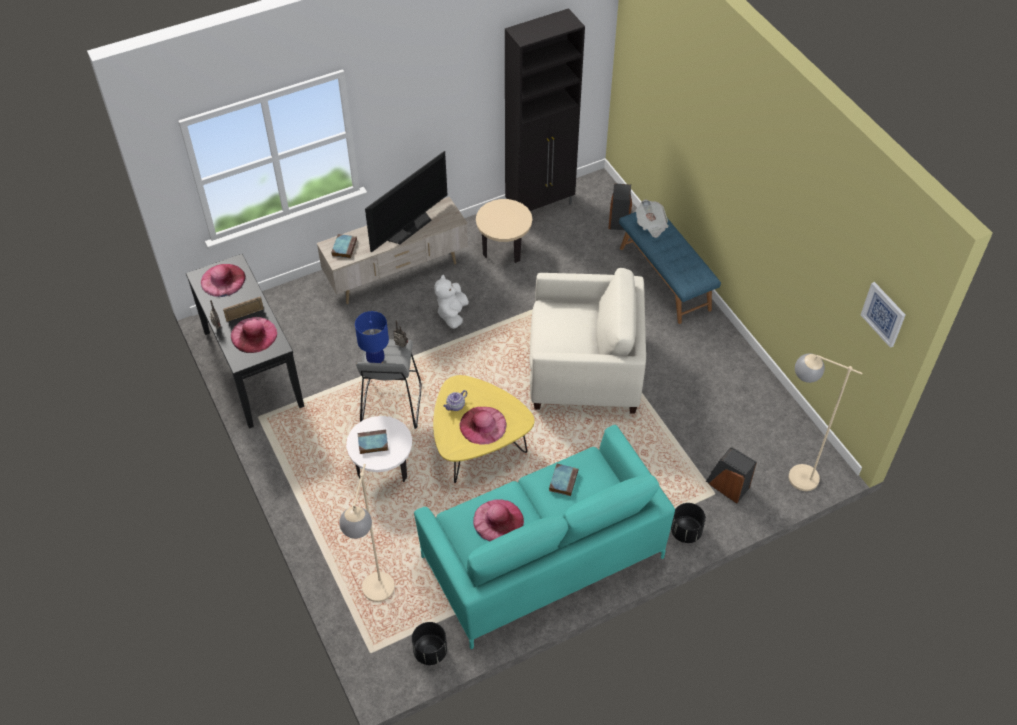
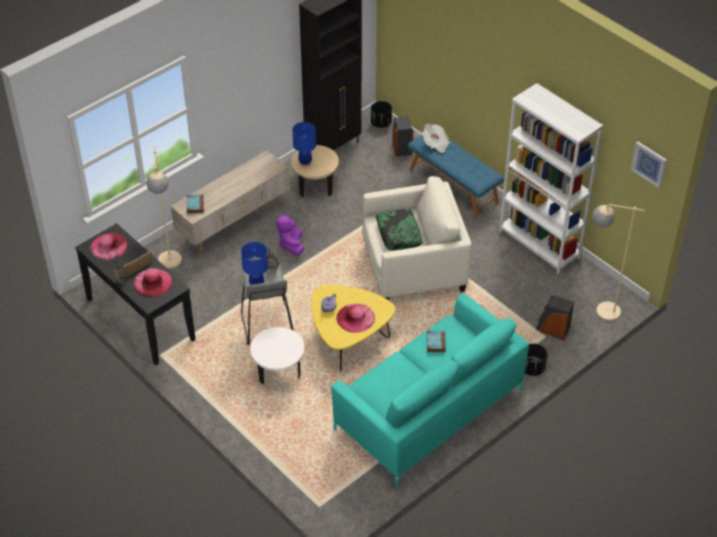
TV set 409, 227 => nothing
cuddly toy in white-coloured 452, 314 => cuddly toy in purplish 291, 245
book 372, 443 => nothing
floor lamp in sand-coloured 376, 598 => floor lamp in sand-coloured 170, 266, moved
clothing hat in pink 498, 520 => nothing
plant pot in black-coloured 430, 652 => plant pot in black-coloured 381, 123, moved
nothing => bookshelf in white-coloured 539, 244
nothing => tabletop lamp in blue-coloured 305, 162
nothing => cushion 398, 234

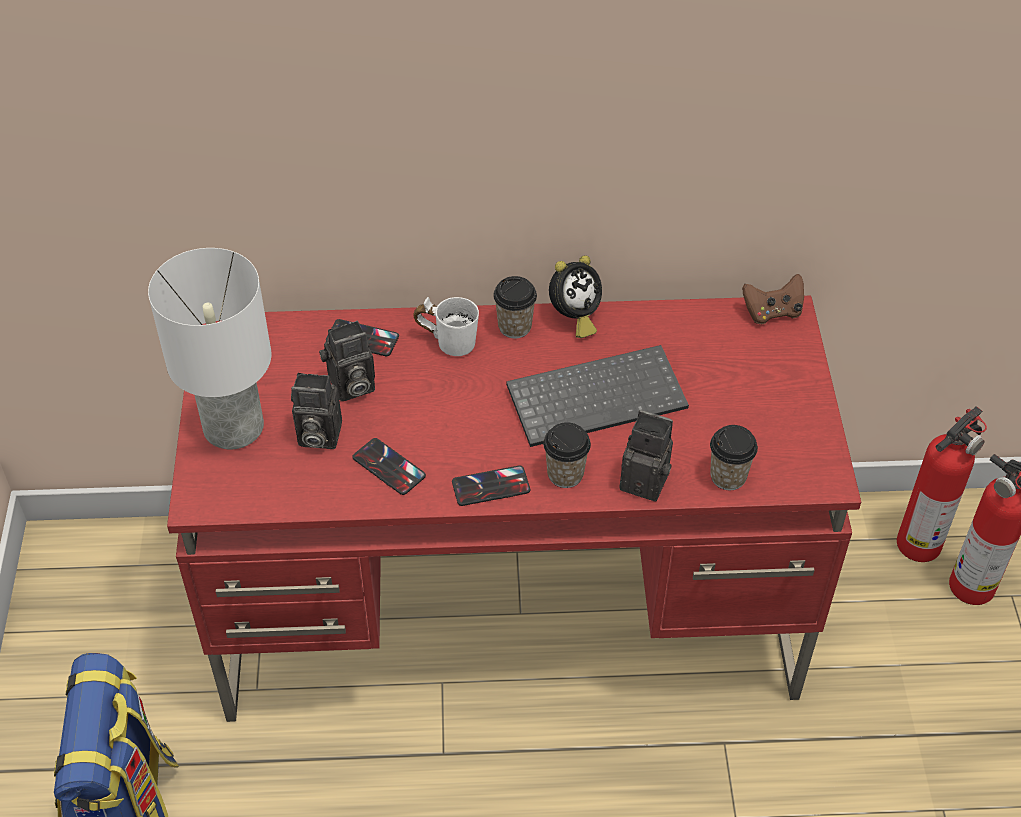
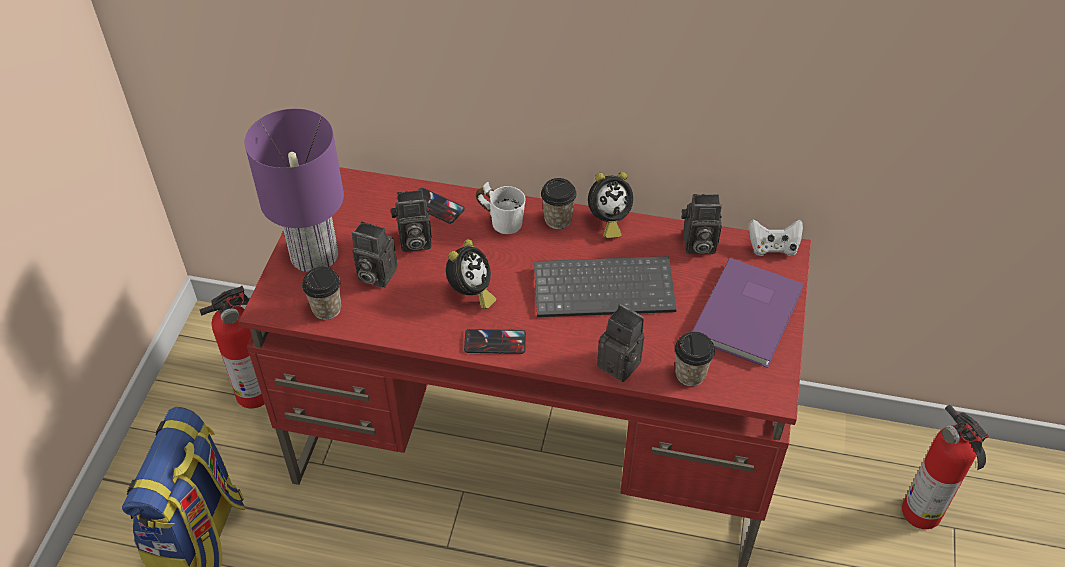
tabletop lamp in white-coloured 234, 428 => tabletop lamp in purplish 314, 256
game controller in brown-coloured 772, 312 => game controller in white-coloured 773, 247
fire-fighting cylinder 921, 542 => fire-fighting cylinder 256, 392, moved
small cup 565, 474 => small cup 326, 309, moved
telephone 388, 467 => nothing
nothing => photo camera 697, 245
nothing => alarm clock 471, 293
nothing => book in purplish 750, 314

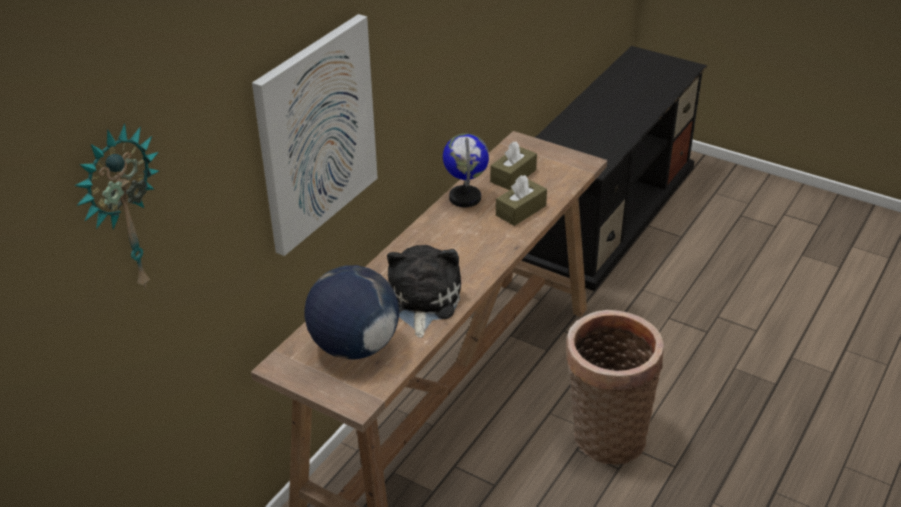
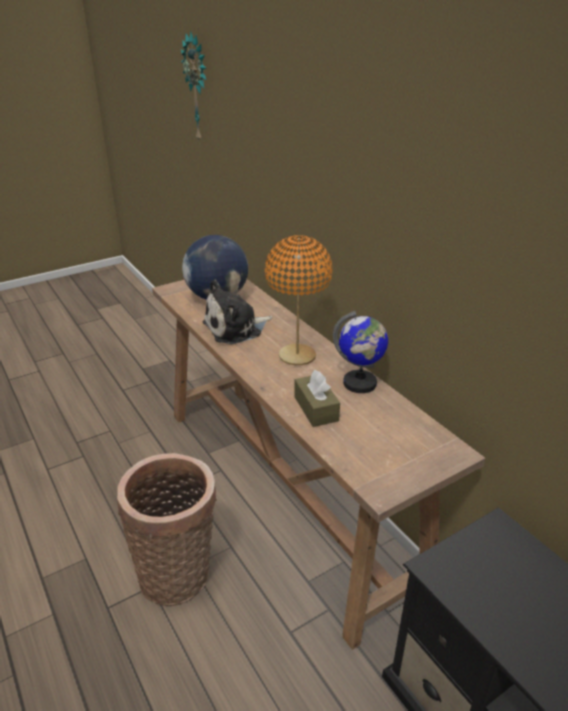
wall picture 316, 133 => nothing
tissue box in brown-coloured 513, 176 => nothing
cuddly toy 422, 302 => cuddly toy 236, 328, 120 degrees clockwise
nothing => tabletop lamp in orange 296, 356

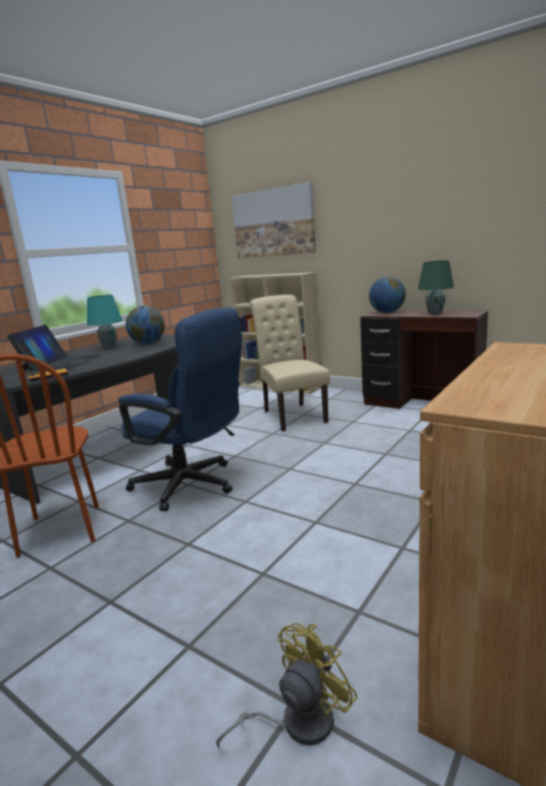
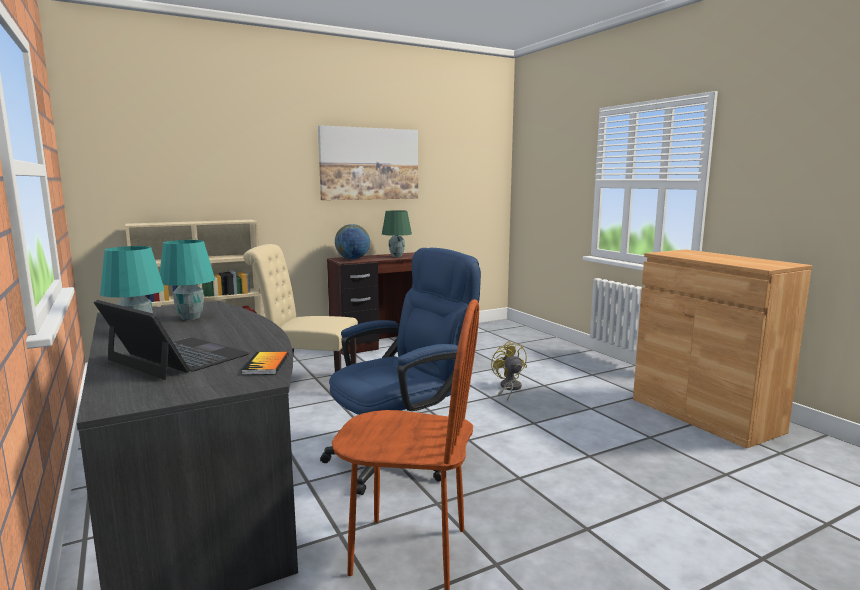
wall picture 273, 223 => wall picture 369, 164, moved
globe 148, 344 => tabletop lamp in turquoise-coloured 191, 318
cooling fan in yellow 296, 722 => cooling fan in yellow 508, 388, moved

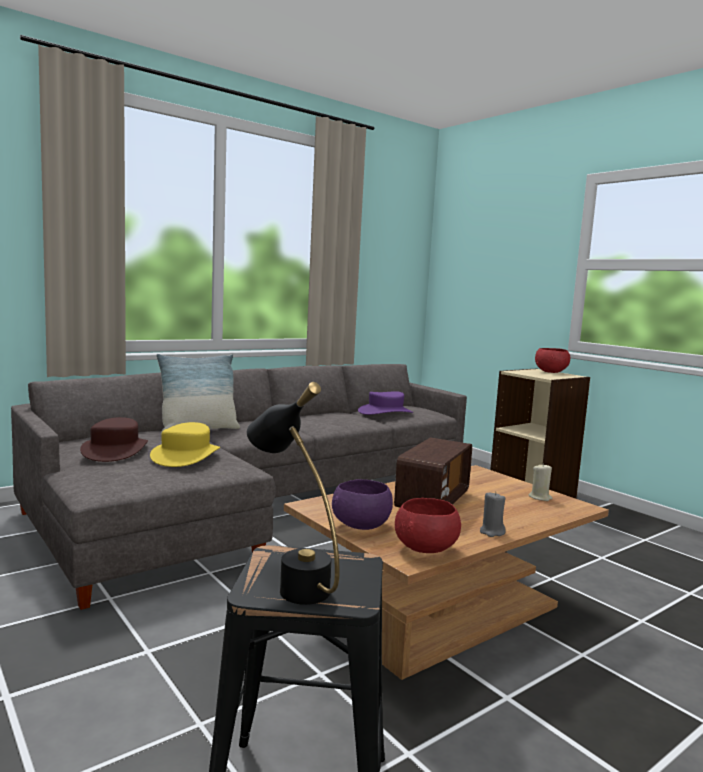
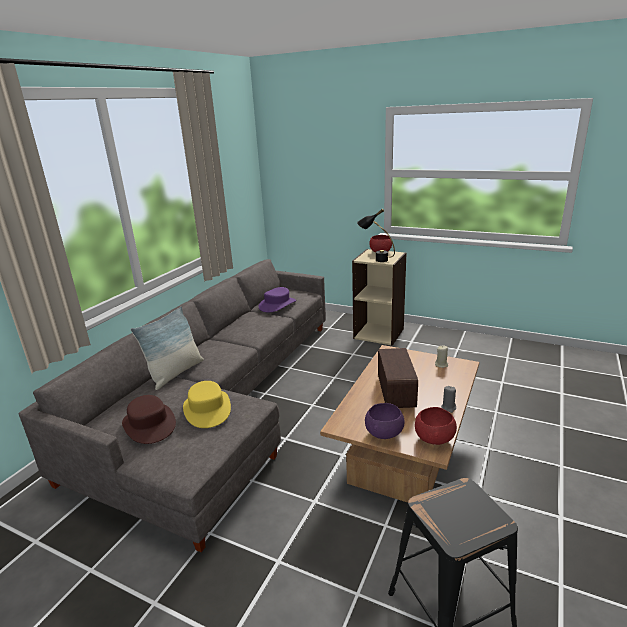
tabletop lamp in black-coloured 292, 581 => tabletop lamp in black-coloured 376, 259, moved

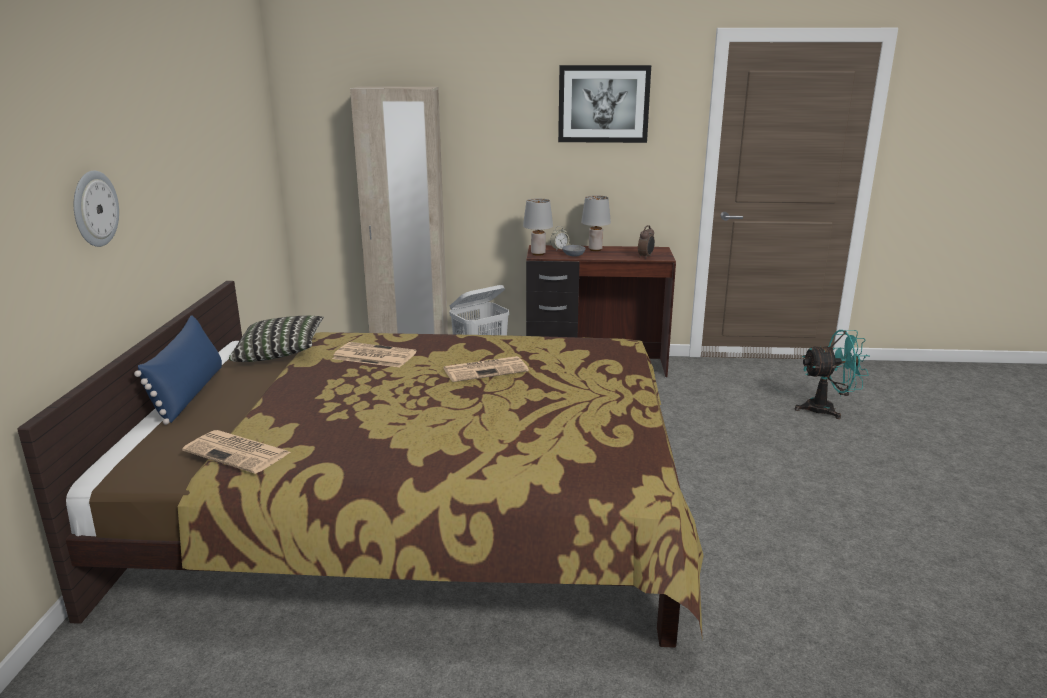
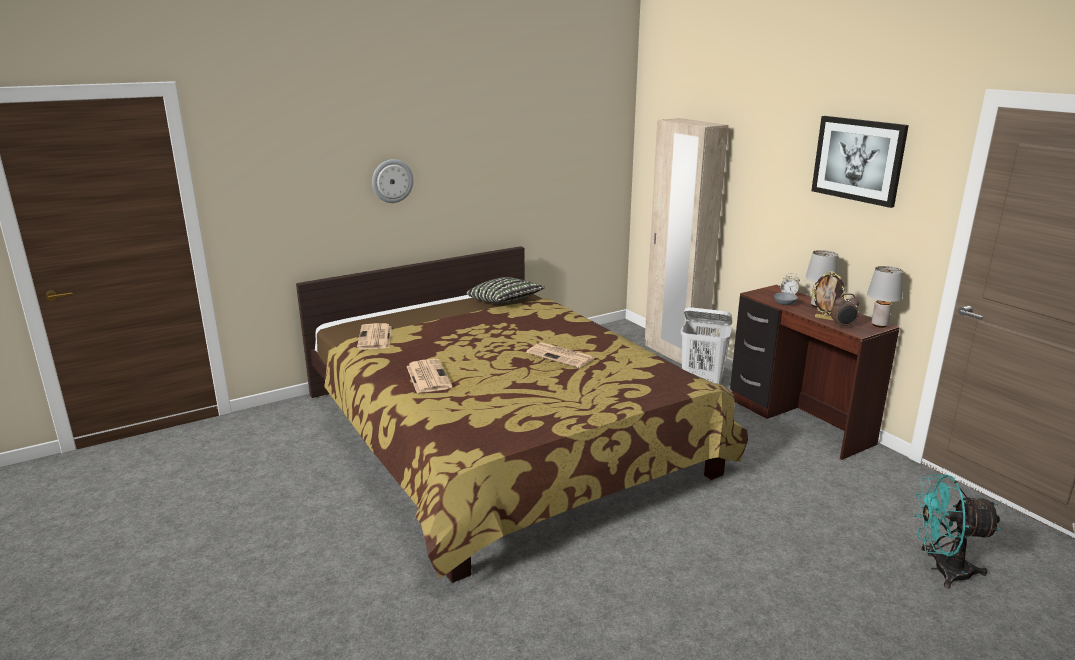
tabletop lamp in gray 538, 254 => tabletop lamp in gray 879, 325, moved
cushion in blue-coloured 189, 393 => nothing
cooling fan in turquoise-coloured 827, 409 => cooling fan in turquoise-coloured 942, 570, 135 degrees clockwise
newspaper 373, 356 => newspaper 427, 376, moved
nothing => photo frame 825, 318

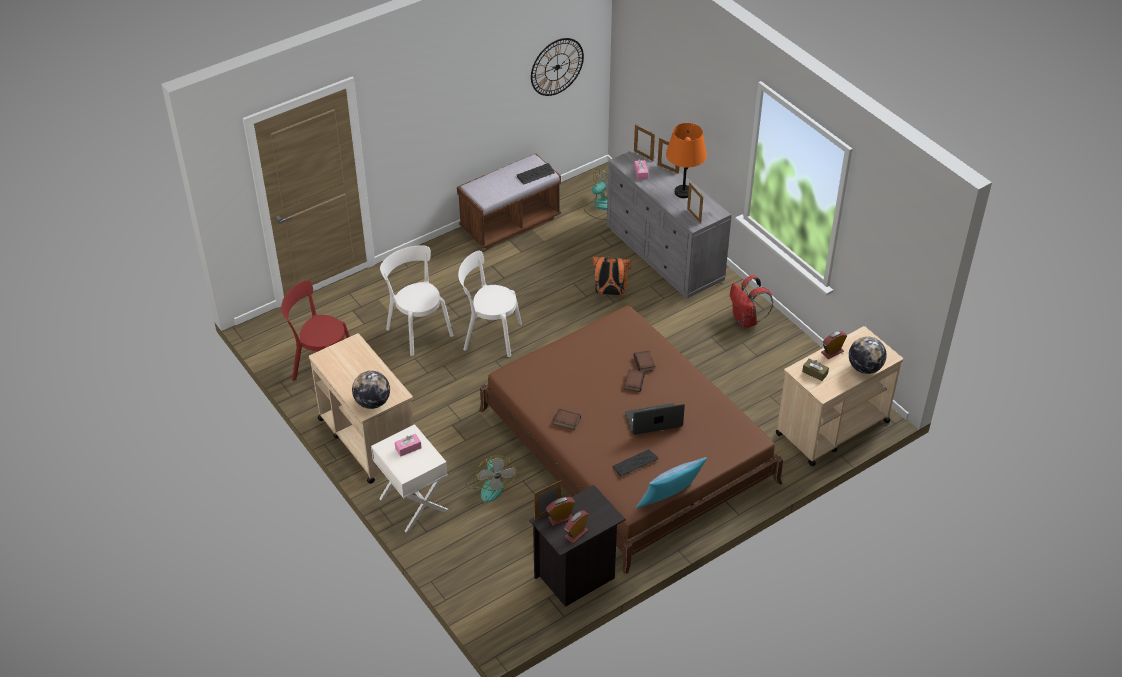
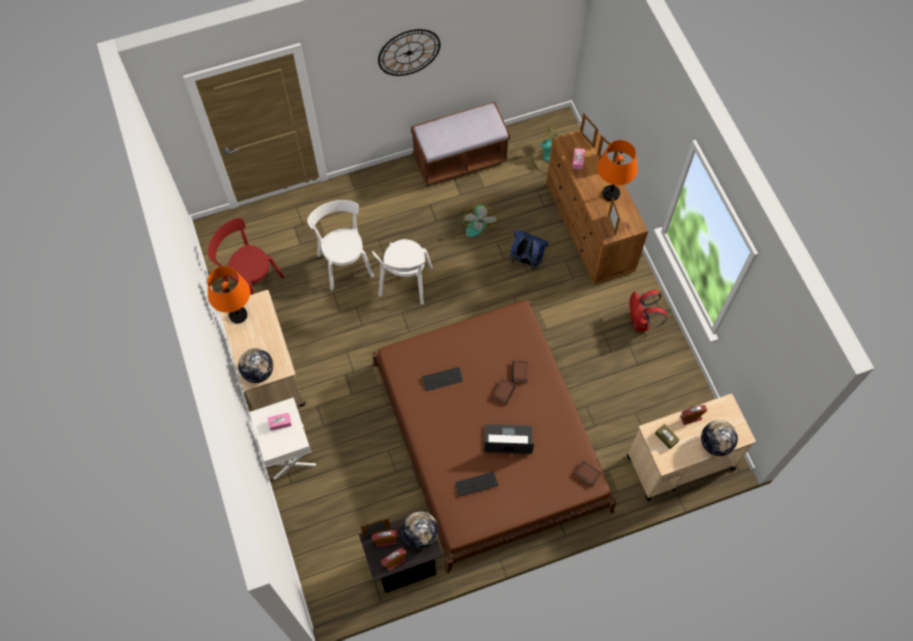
hanging clock 557, 67 => hanging clock 409, 52, moved
drawer chest in gray 665, 255 => drawer chest in brown-coloured 589, 228
PC keyboard 535, 174 => PC keyboard 442, 379, moved
upright chair in white-coloured 489, 335 => upright chair in white-coloured 405, 283, 105 degrees counterclockwise
backpack in orange 610, 292 => backpack in blue-coloured 526, 260
book 566, 421 => book 586, 474, moved
cooling fan 490, 485 => cooling fan 475, 222, moved
cushion 670, 503 => nothing
nothing => tabletop lamp in orange 238, 314
nothing => globe 420, 534

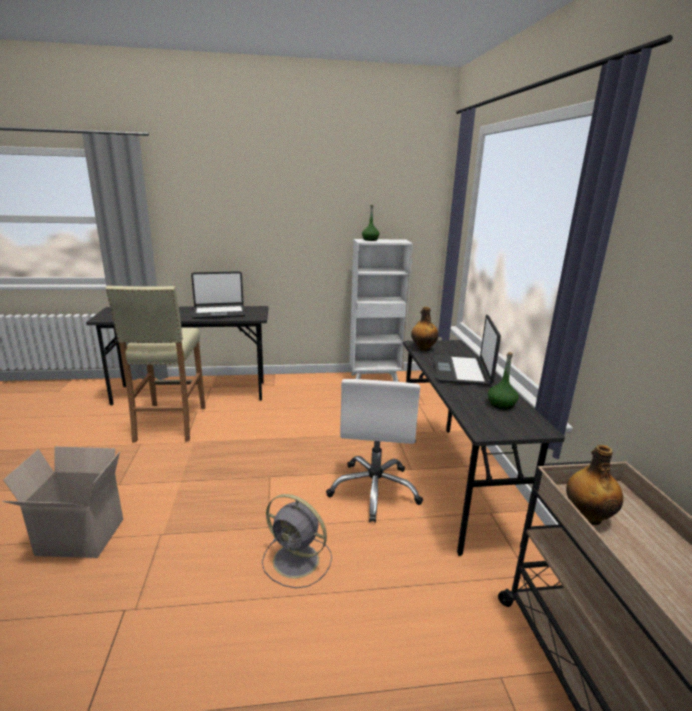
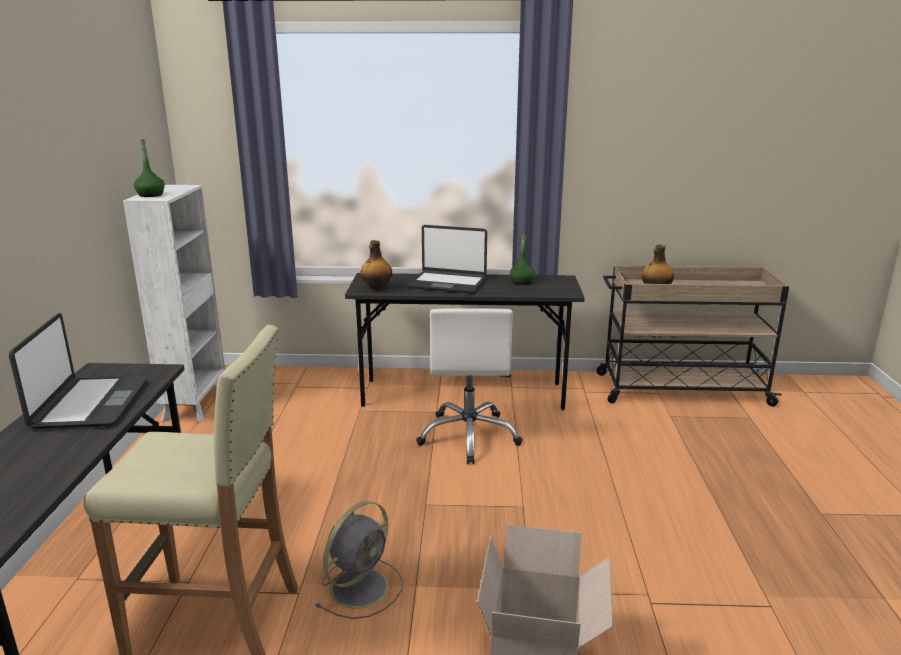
office chair in white-coloured 375, 490 => office chair in white-coloured 469, 436, 75 degrees clockwise
cooling fan in gray 298, 561 => cooling fan in gray 361, 586, moved

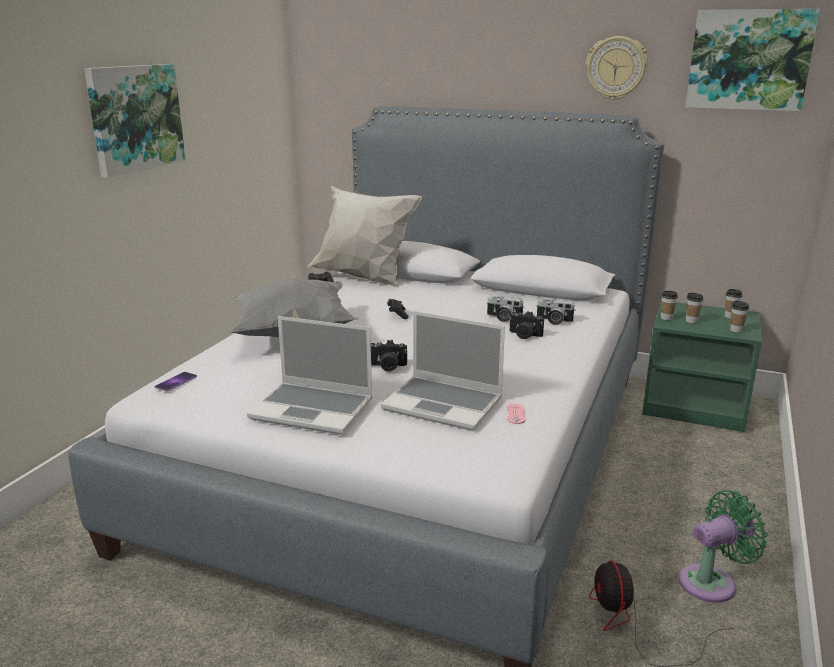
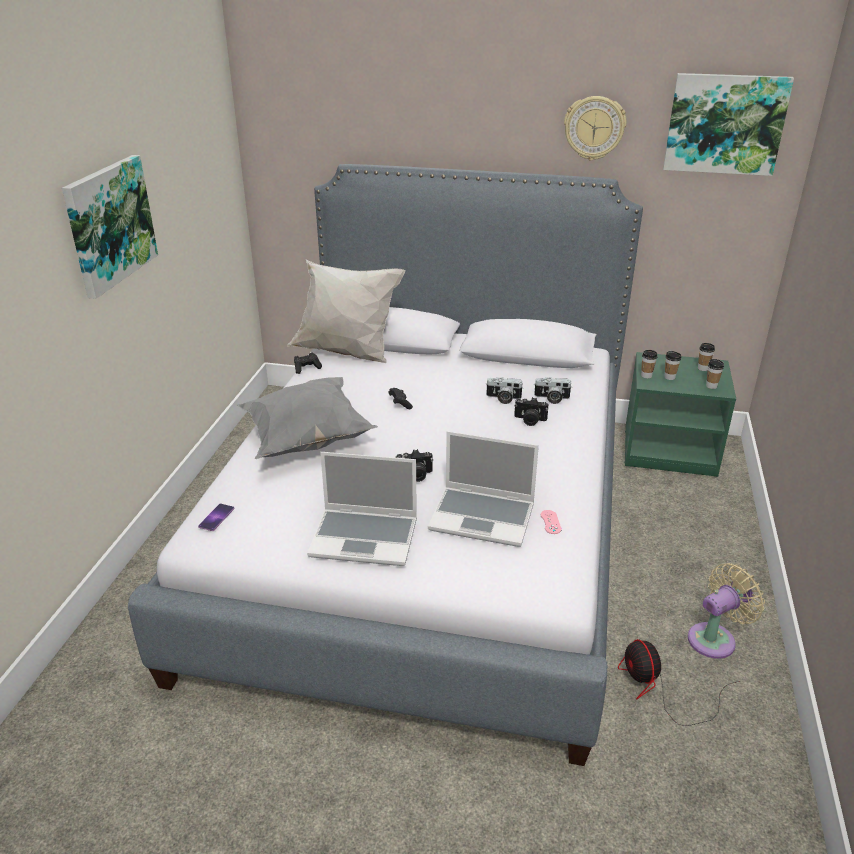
cooling fan in greenish 712, 582 => cooling fan in sand-coloured 715, 638

